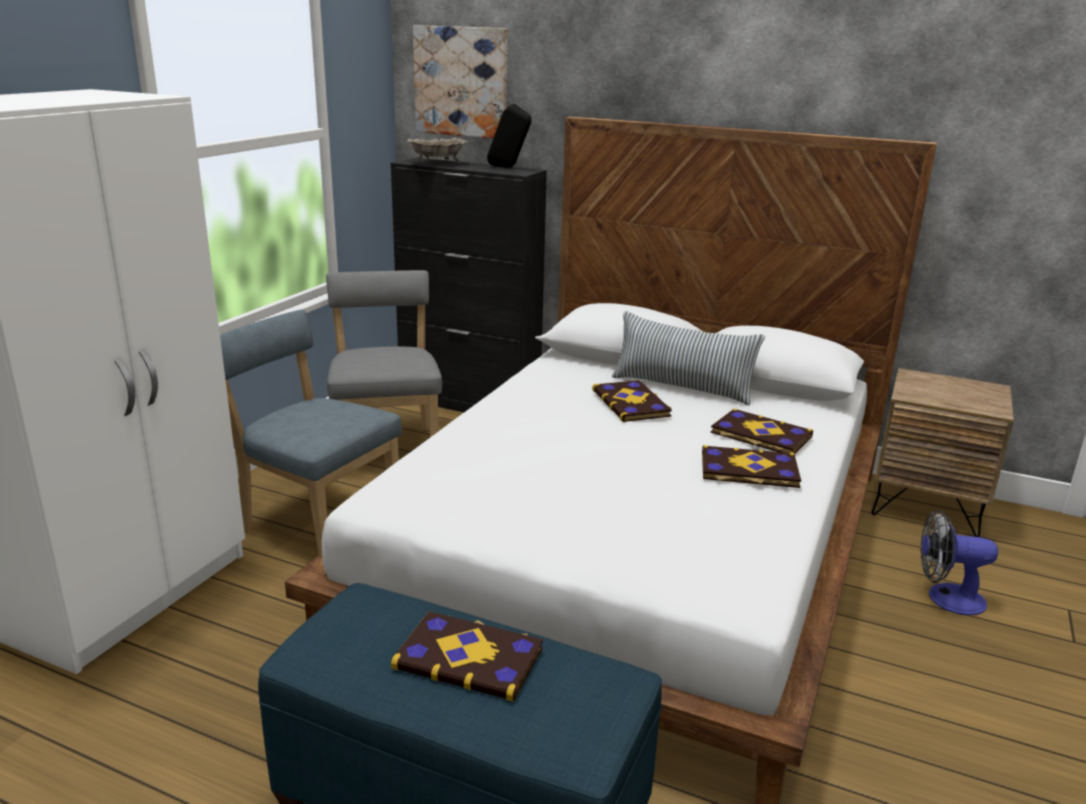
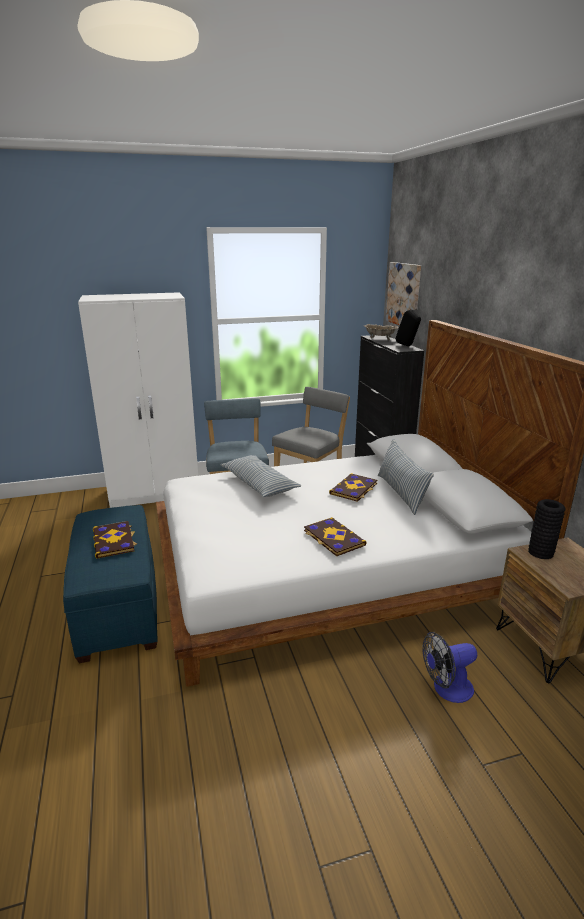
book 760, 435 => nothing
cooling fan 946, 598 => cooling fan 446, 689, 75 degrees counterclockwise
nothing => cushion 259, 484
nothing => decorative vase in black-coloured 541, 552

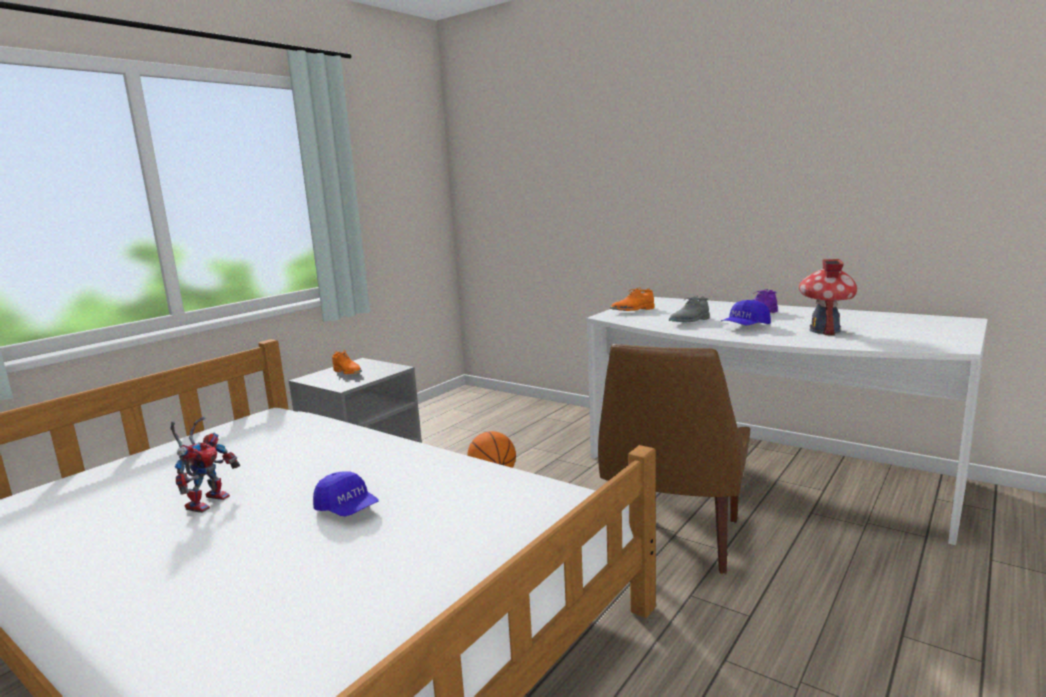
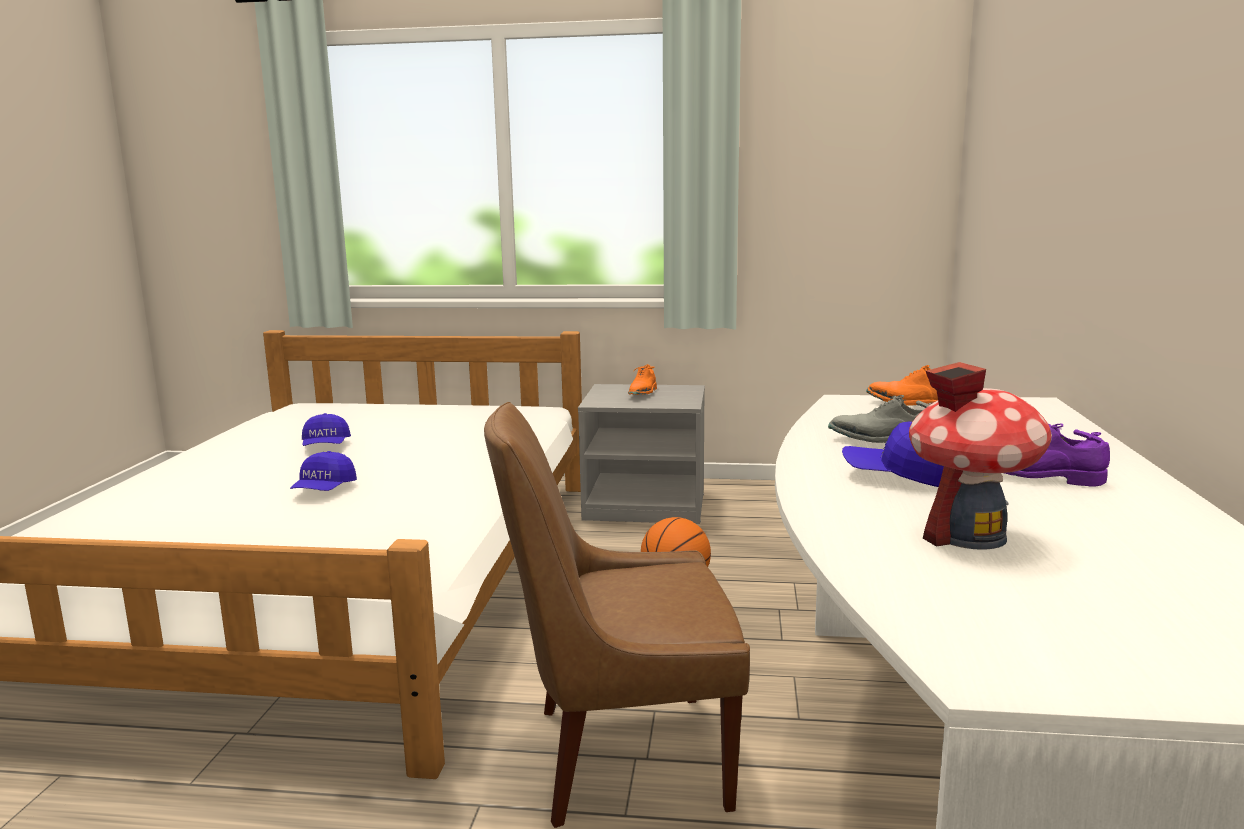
model robot 208, 500 => baseball cap in blue-coloured 326, 446

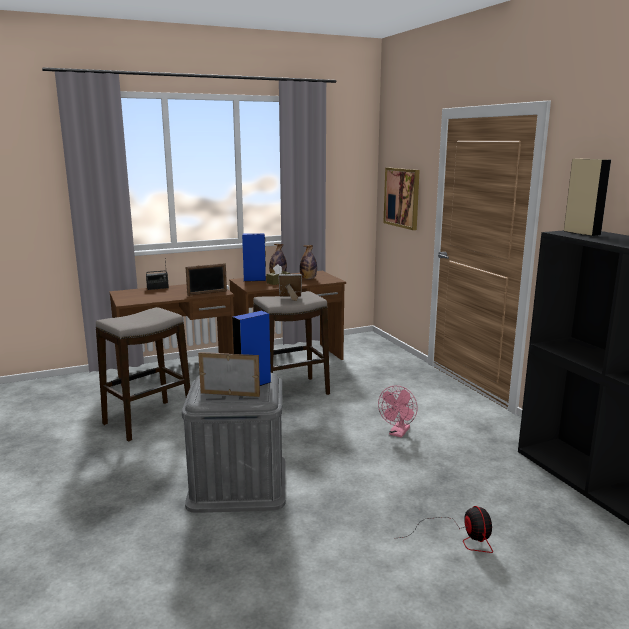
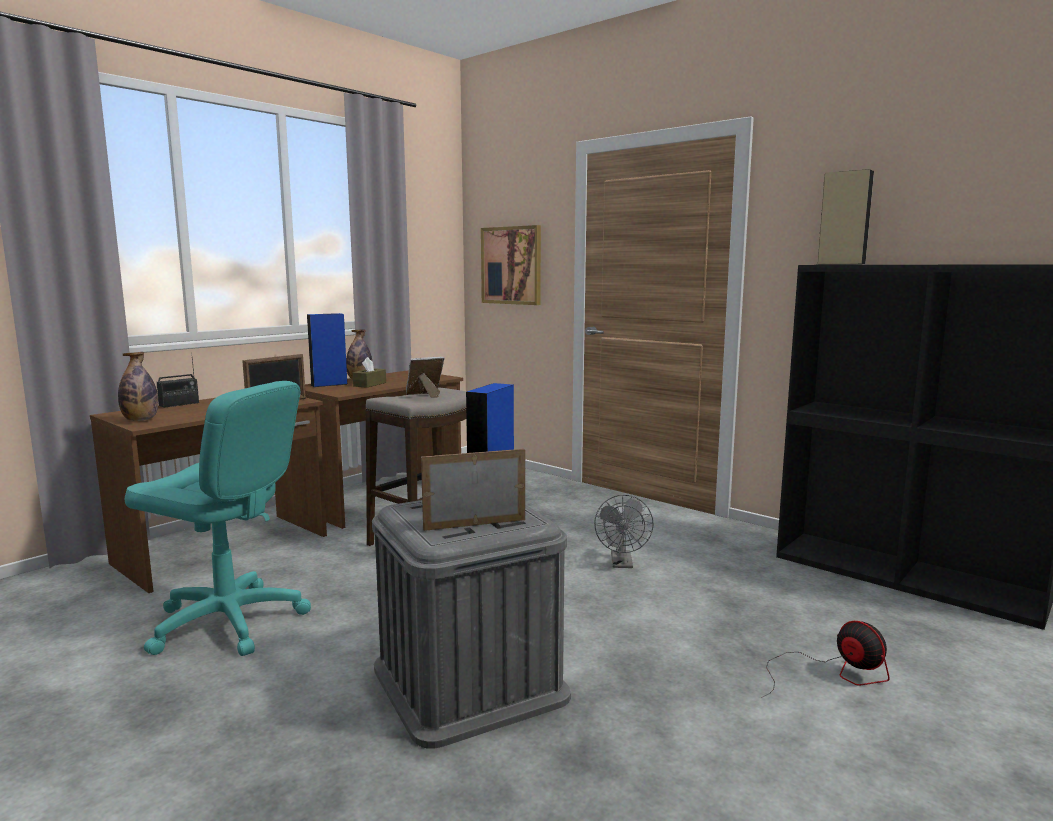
drink bottle 308, 279 => drink bottle 140, 420, moved
stool seat 149, 421 => office chair in turquoise-coloured 228, 622
cooling fan in pink 398, 433 => cooling fan in gray 622, 564

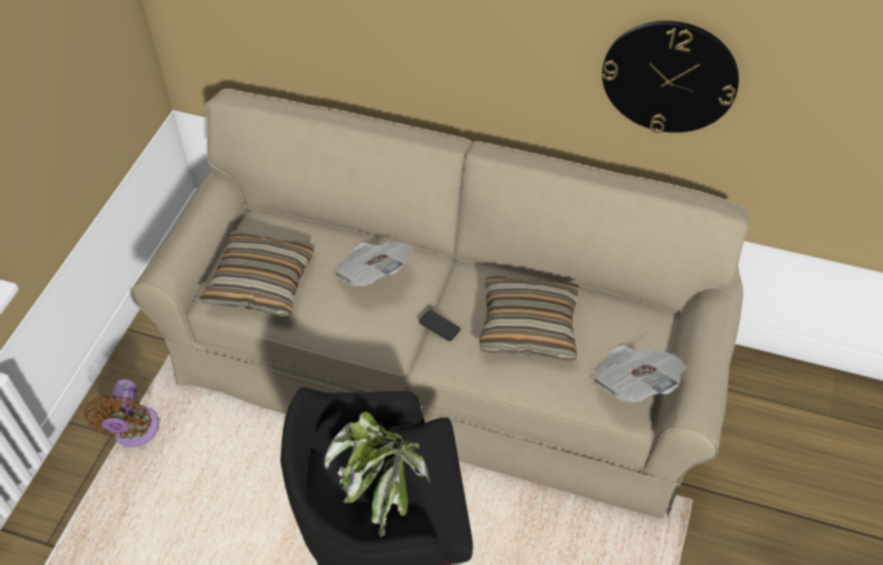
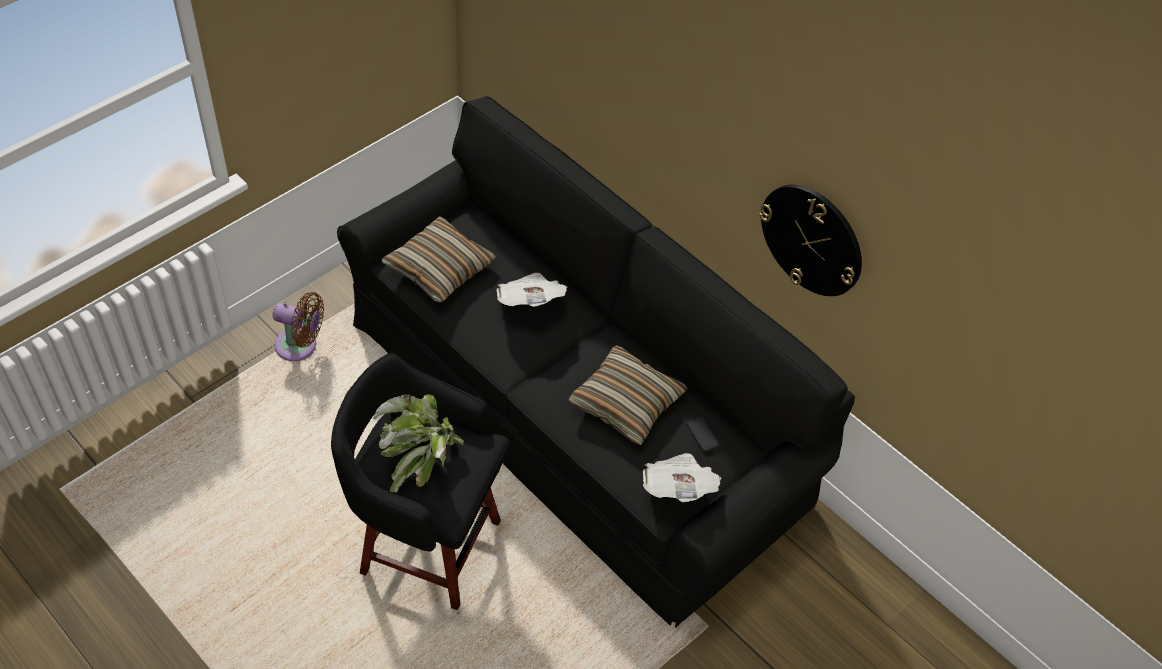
settee in sand-coloured 442, 363 => settee in black-coloured 575, 411
telephone 439, 326 => telephone 702, 434, moved
cooling fan in brown-coloured 134, 432 => cooling fan in brown-coloured 300, 347, 105 degrees counterclockwise

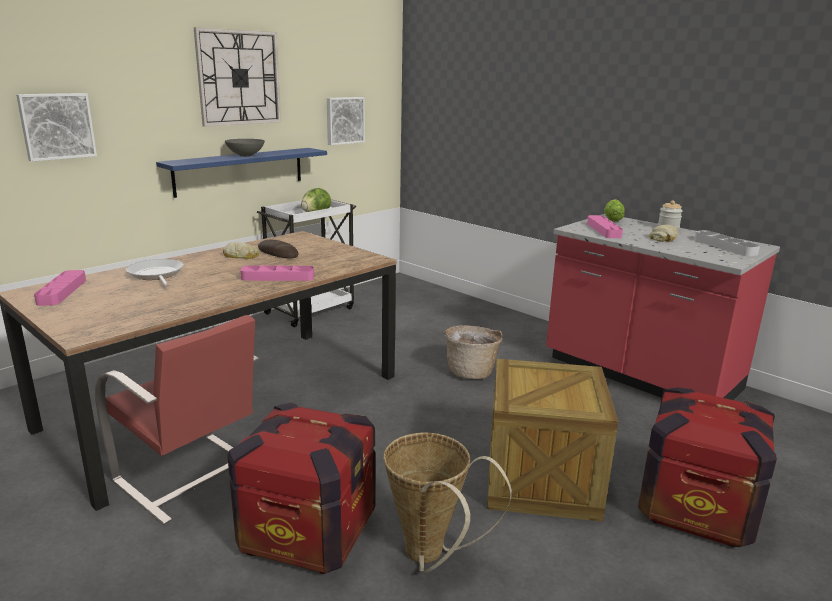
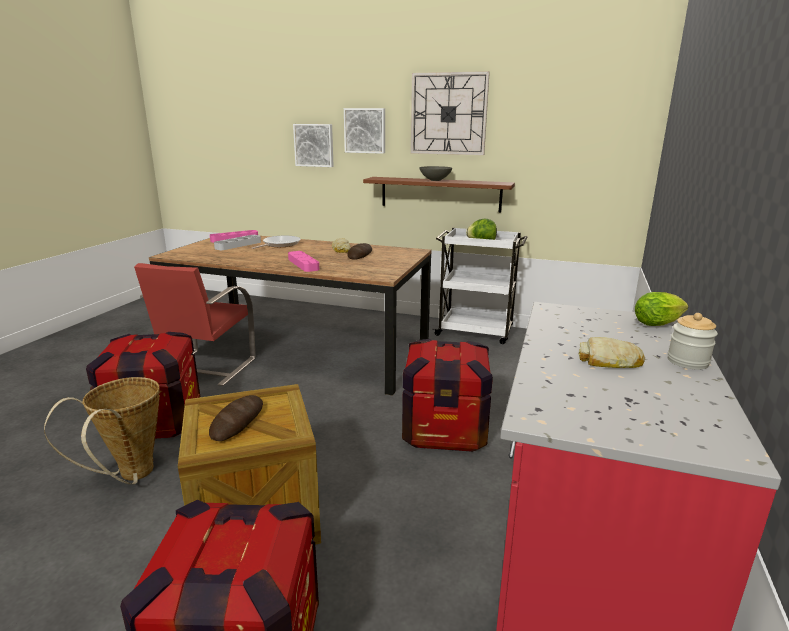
wall picture 344, 120 => wall picture 365, 130, moved
bracket shelf in blue-coloured 240, 171 => bracket shelf in brown-coloured 440, 194
serving tray in pink 603, 230 => nothing
serving tray in gray 724, 247 => serving tray in gray 238, 245, moved
household basket 471, 371 => shipping crate 444, 430
nothing => baked bread 237, 421

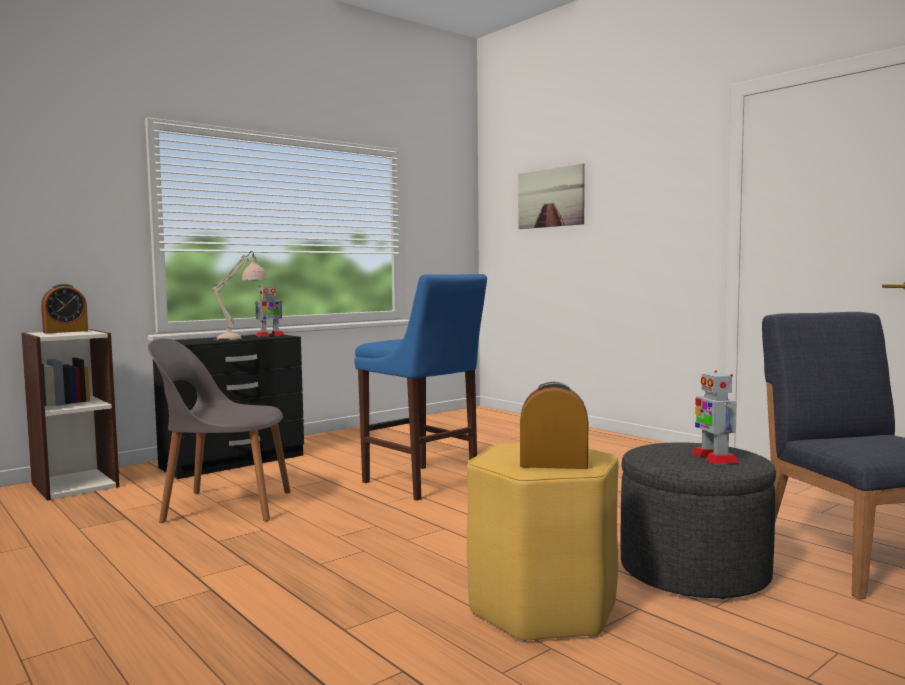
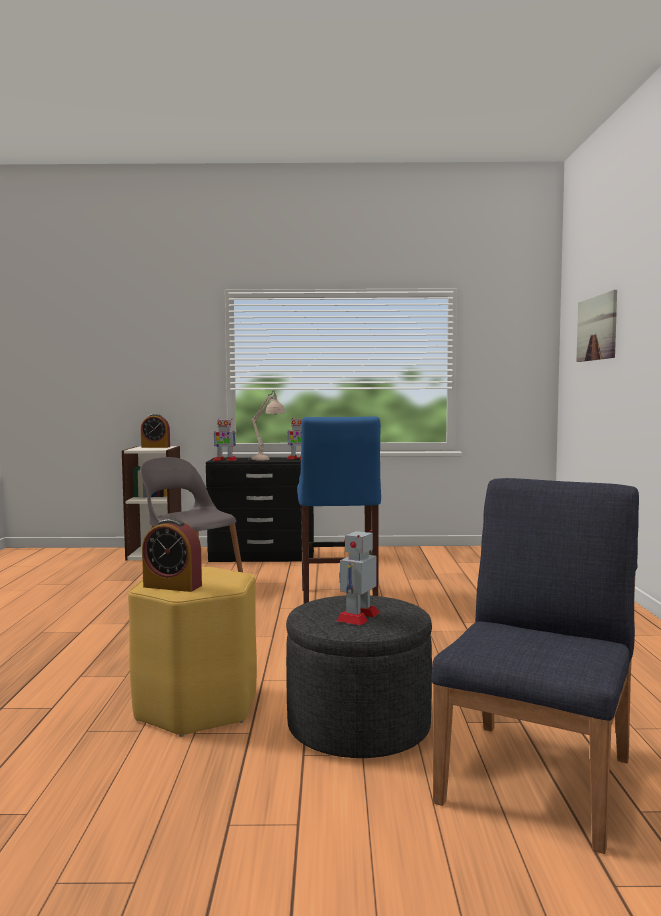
alarm clock 553, 464 => alarm clock 172, 586, 150 degrees clockwise
nothing => model robot 224, 460

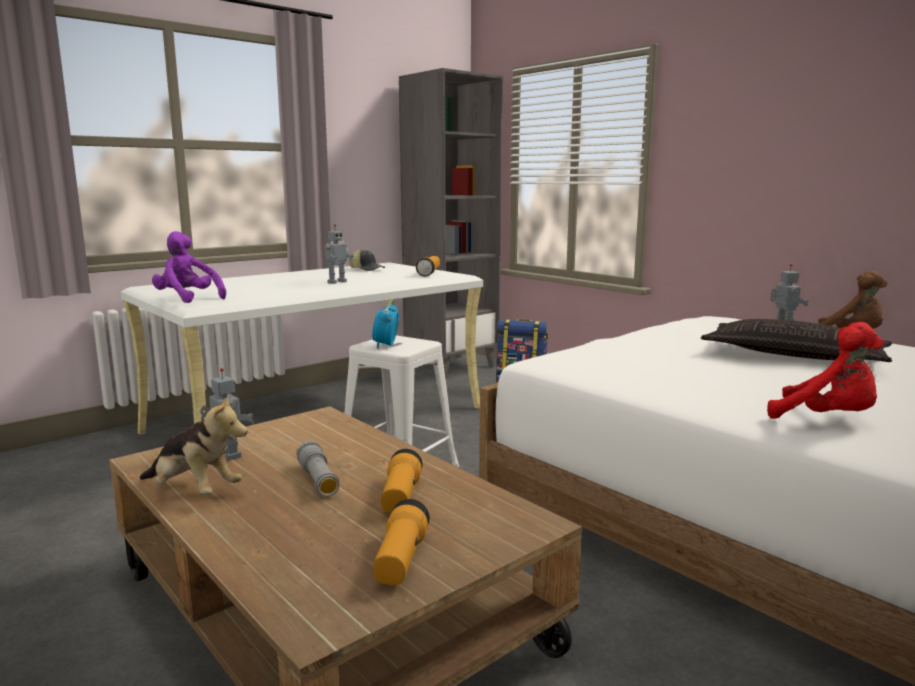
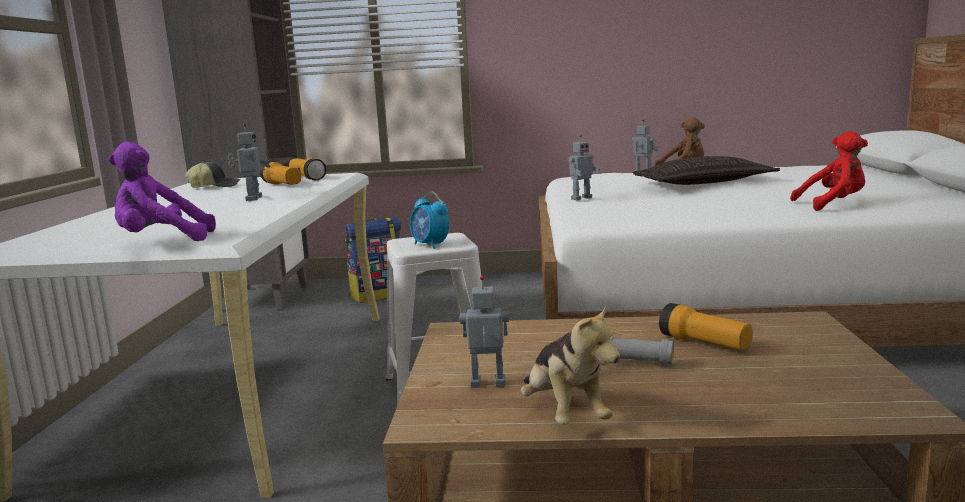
cuddly toy 194, 490 => cuddly toy 564, 414, 90 degrees clockwise
flashlight 401, 560 => flashlight 282, 185, moved
nothing => model robot 580, 198

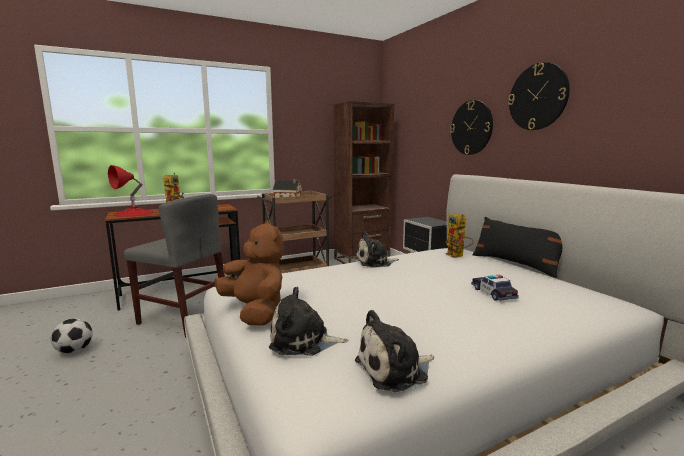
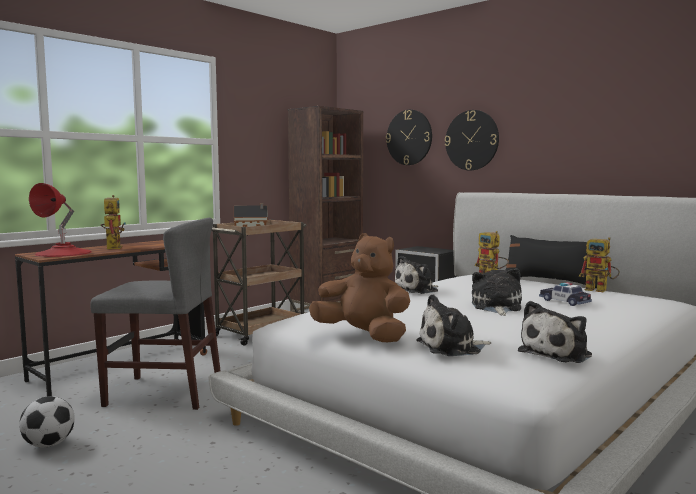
hanging clock 538, 97 => hanging clock 409, 137, moved
nothing => model robot 601, 290
nothing => cuddly toy 496, 307

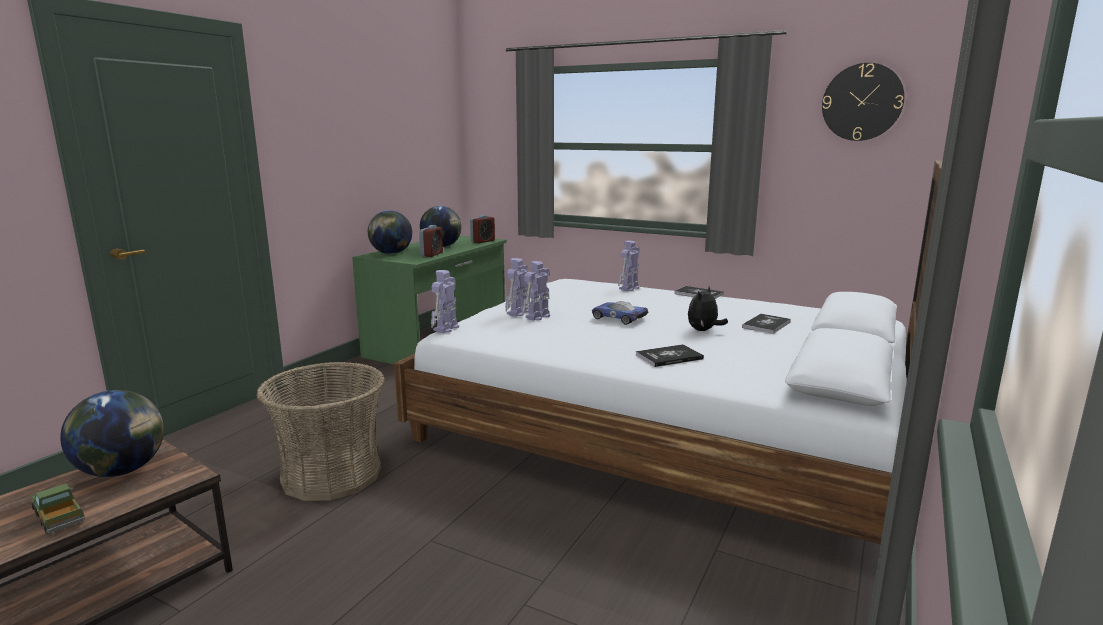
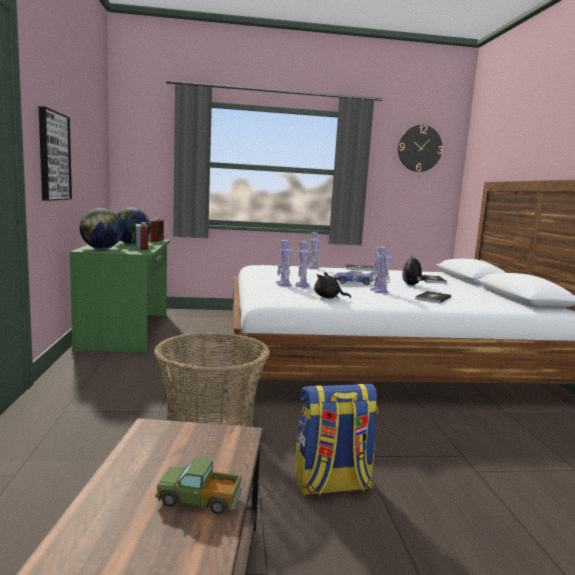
model robot 445, 329 => model robot 379, 291, moved
globe 122, 470 => nothing
nothing => wall picture 53, 156
nothing => cuddly toy in black-coloured 328, 298
nothing => backpack 332, 484

